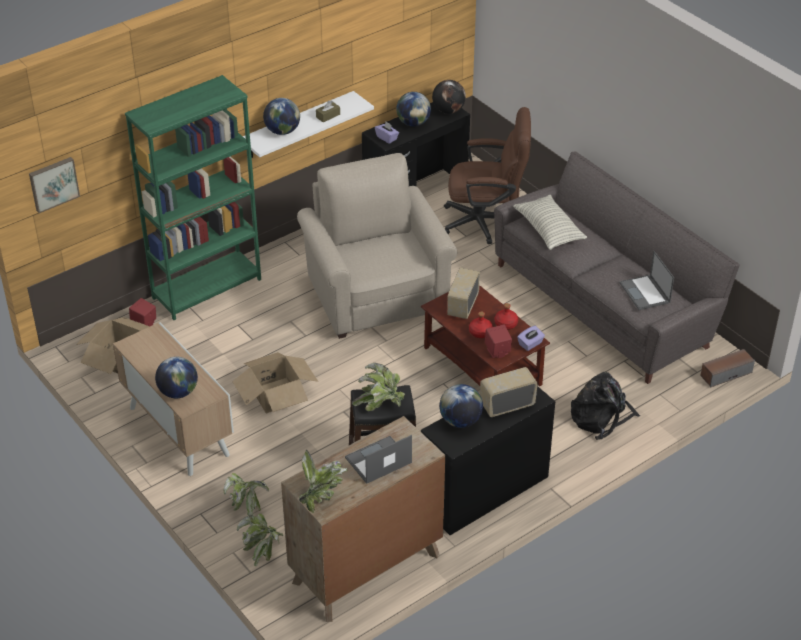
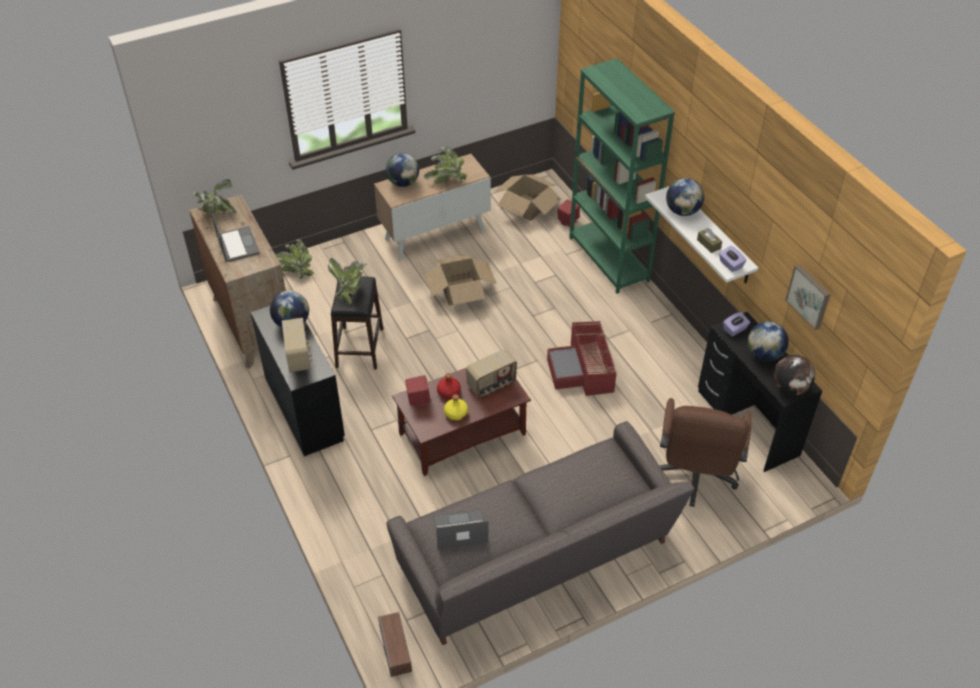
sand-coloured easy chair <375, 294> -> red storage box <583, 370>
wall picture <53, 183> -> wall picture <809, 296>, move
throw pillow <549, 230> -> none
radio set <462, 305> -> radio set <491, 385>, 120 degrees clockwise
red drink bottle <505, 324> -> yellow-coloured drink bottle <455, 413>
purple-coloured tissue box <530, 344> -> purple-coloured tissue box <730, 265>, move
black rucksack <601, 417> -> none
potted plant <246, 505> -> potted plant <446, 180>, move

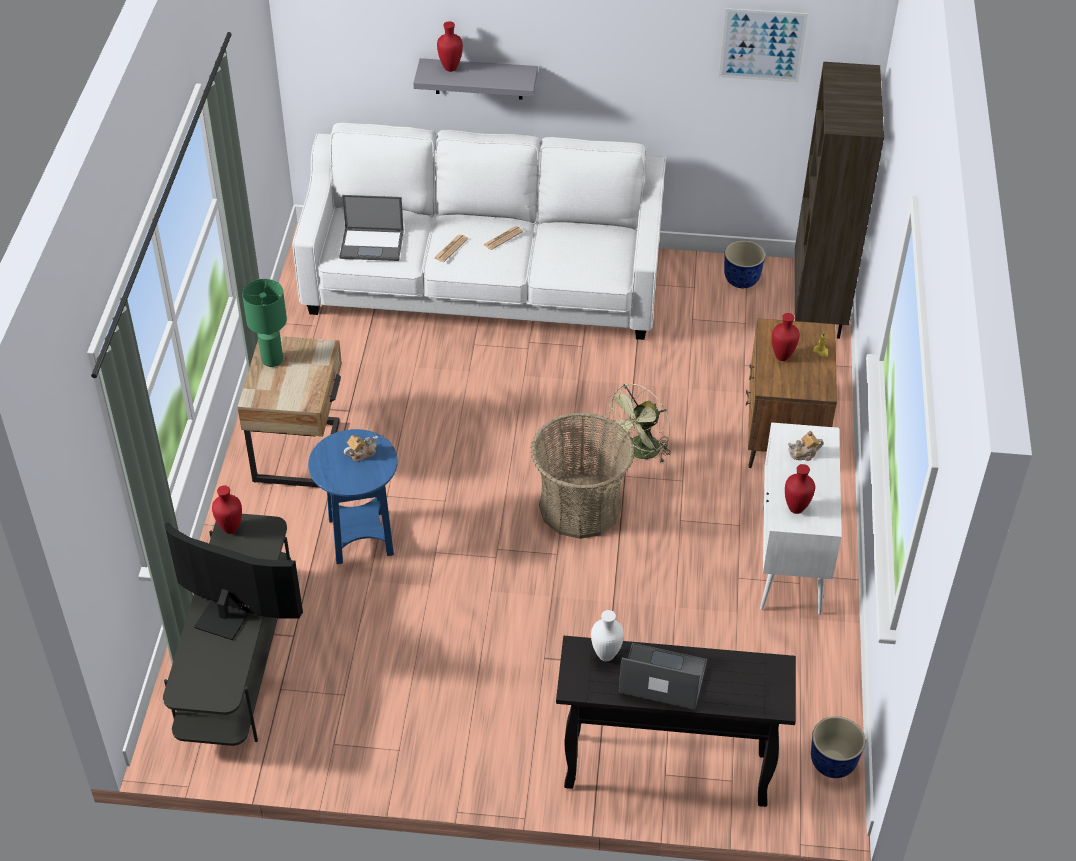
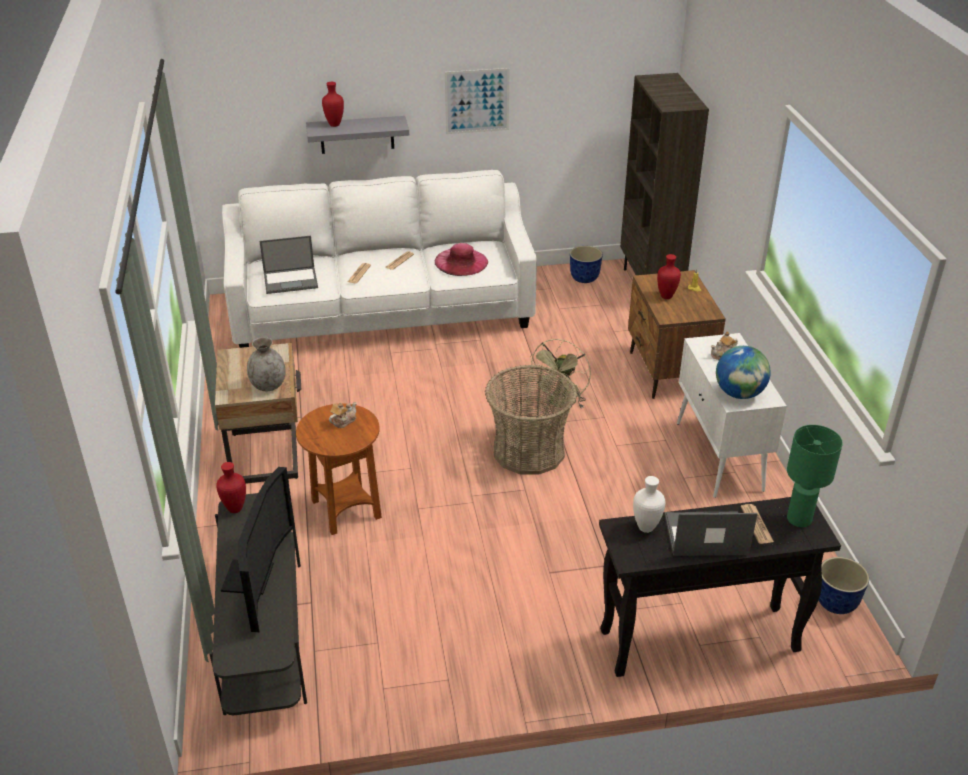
wall picture <762, 45> -> wall picture <477, 101>, move
green table lamp <272, 360> -> green table lamp <800, 519>, move
blue-coloured accent table <360, 537> -> brown accent table <346, 510>
red flower vase <796, 509> -> world globe <739, 393>
television <228, 612> -> television <255, 578>, 90 degrees clockwise
none -> pink-coloured wearable hat <461, 262>
none -> greyish flower vase <268, 386>
none -> newspaper <756, 524>

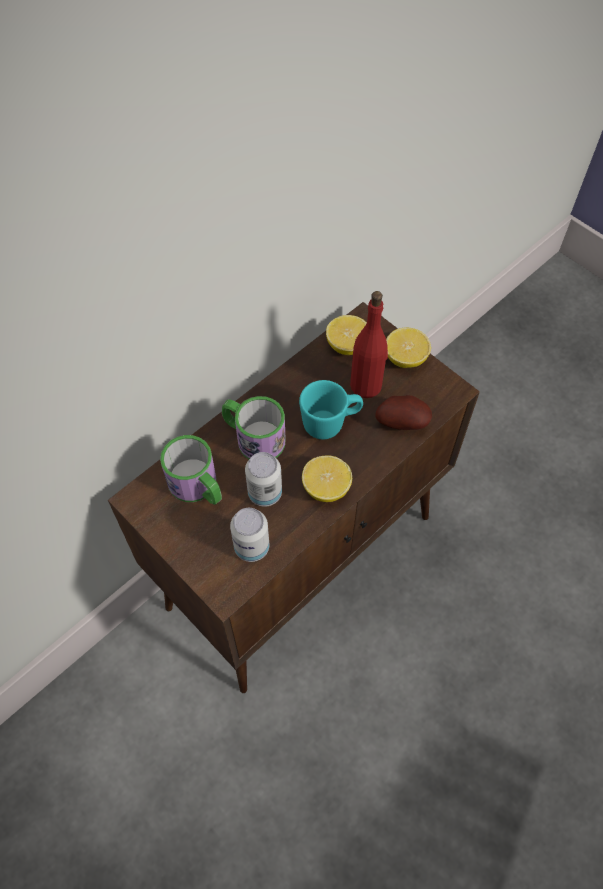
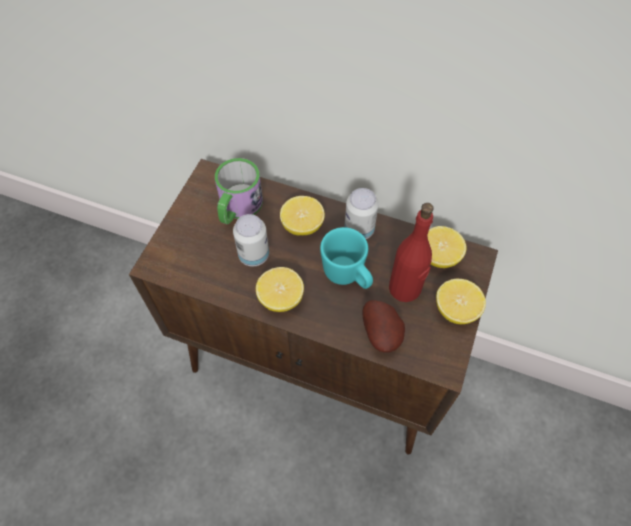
mug <253, 437> -> whole lemon <302, 225>
can <251, 547> -> can <359, 229>, move

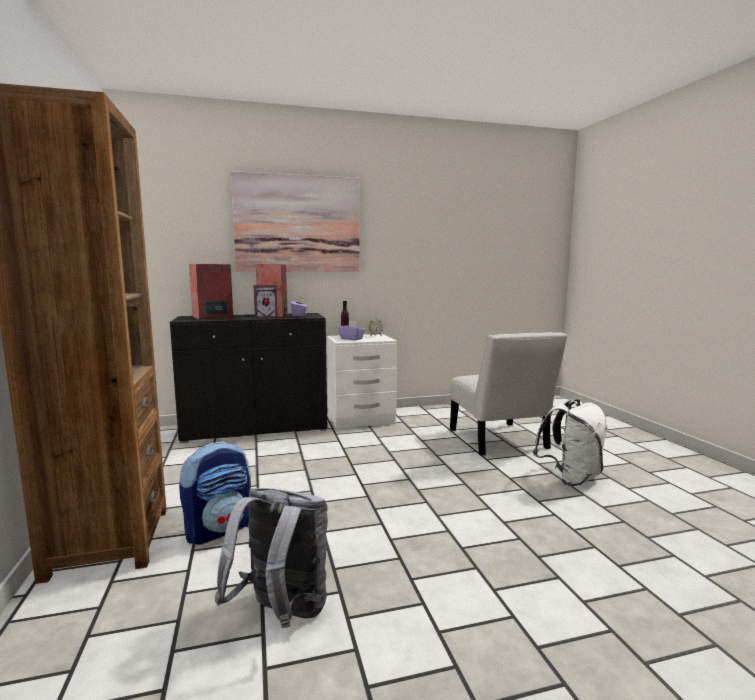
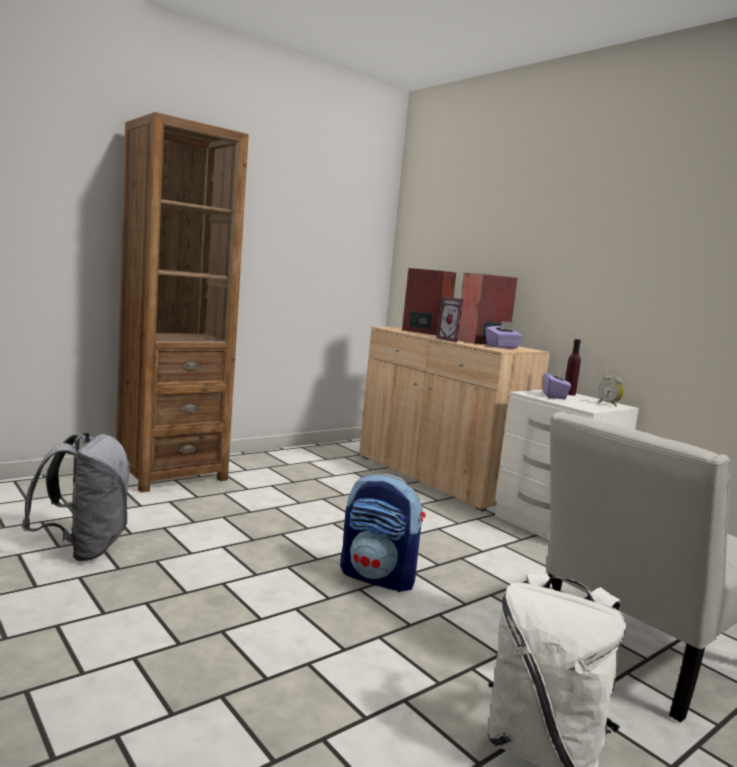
wall picture <298, 224> -> none
black cupboard <255, 428> -> sand-coloured cupboard <437, 477>
rucksack <219, 529> -> rucksack <379, 577>, move

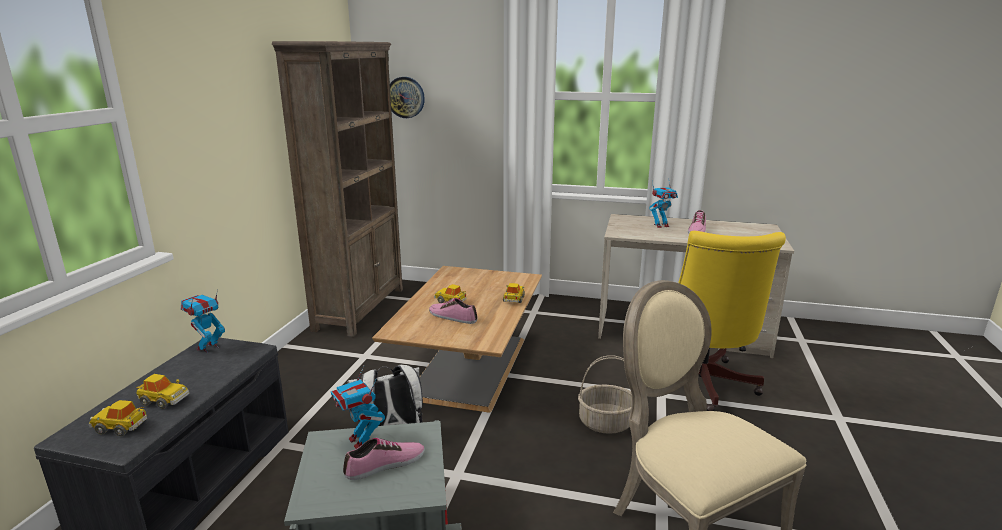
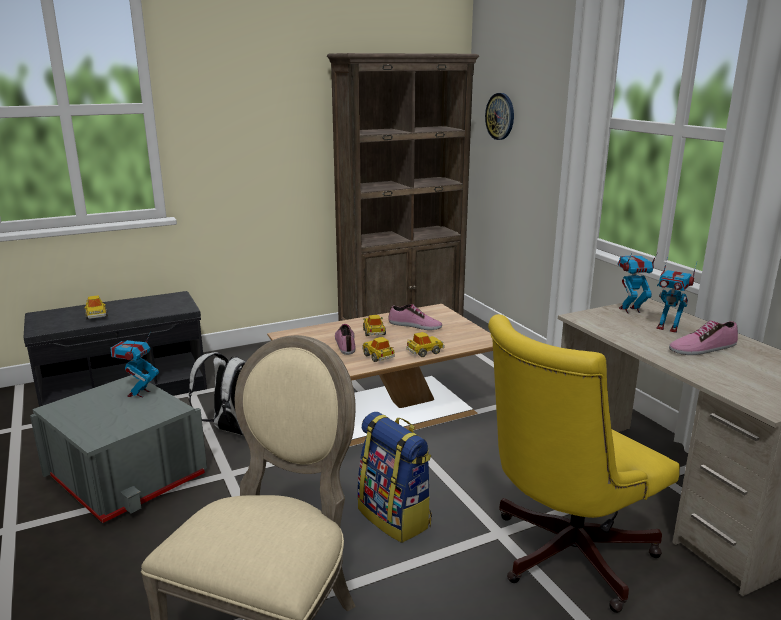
robot figure <208, 348> -> robot figure <630, 310>, move
basket <606, 422> -> rucksack <395, 517>
miniature car <120, 426> -> miniature car <378, 356>, move
low shoe <385, 465> -> low shoe <414, 325>, move

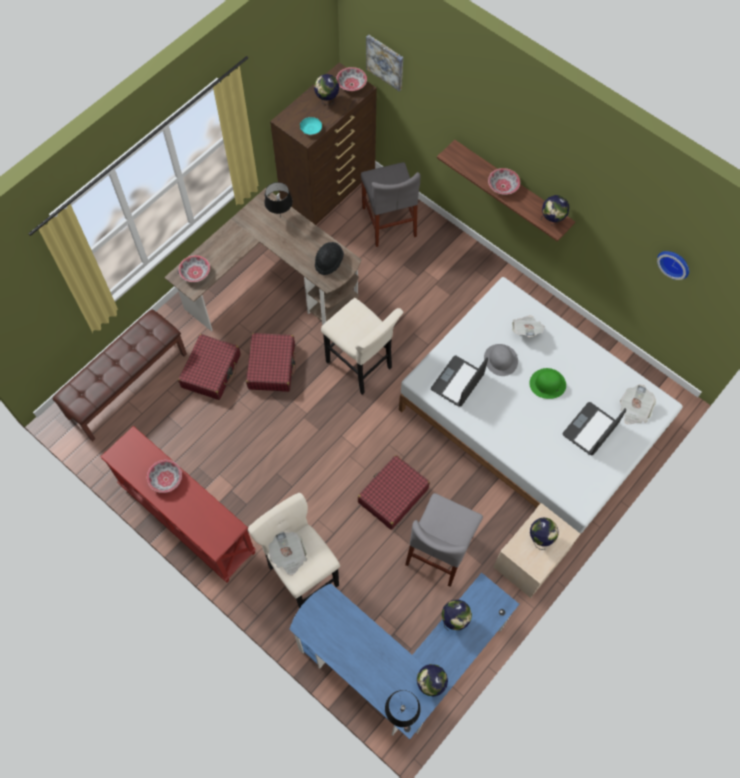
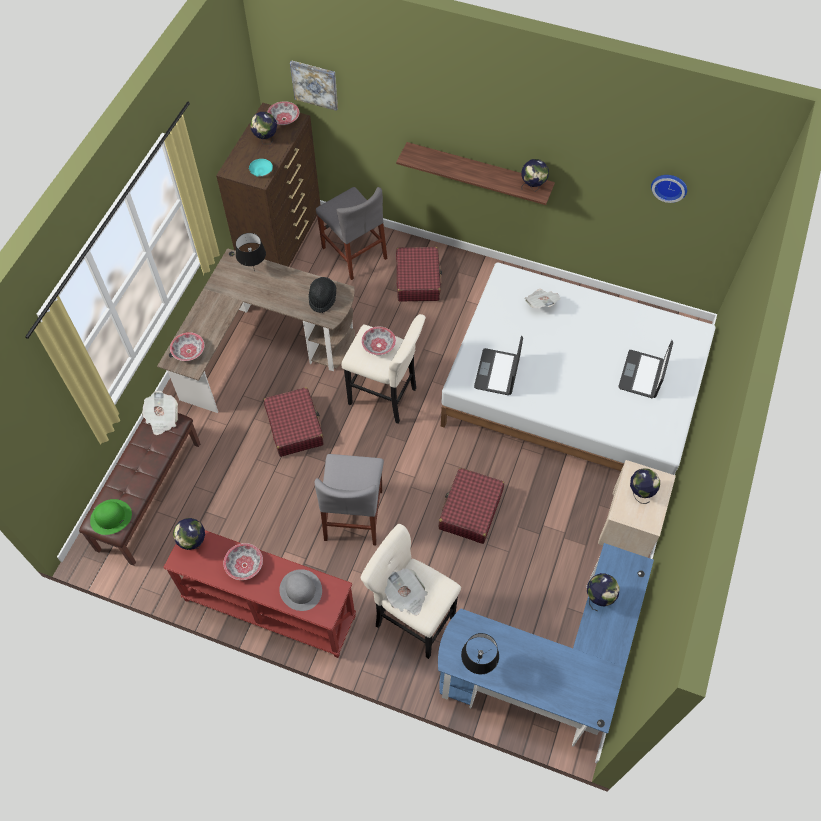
serving bowl <503, 186> -> serving bowl <378, 345>, move
red suitcase <211, 371> -> red suitcase <418, 280>, move
greyish wearable hat <501, 360> -> greyish wearable hat <301, 590>, move
green wearable hat <547, 384> -> green wearable hat <110, 517>, move
newspaper <634, 409> -> newspaper <162, 418>, move
greyish upright chair <439, 550> -> greyish upright chair <353, 515>, move
world globe <430, 684> -> world globe <193, 543>, move
black table lamp <401, 713> -> black table lamp <478, 665>, move

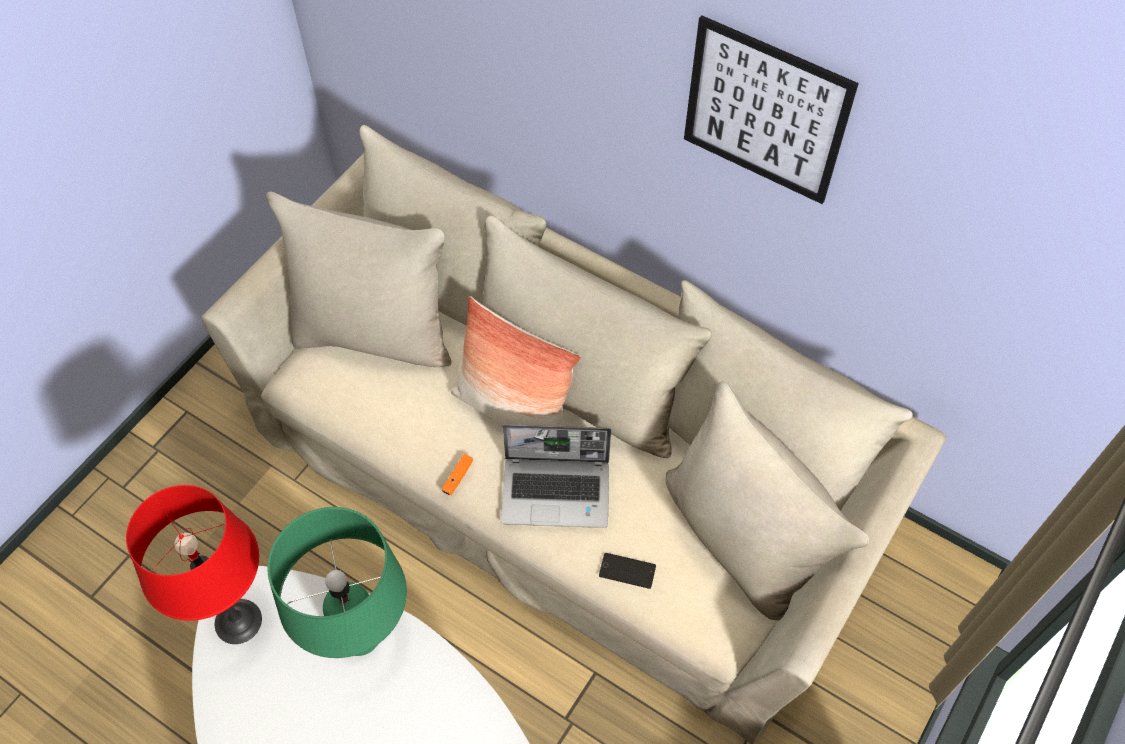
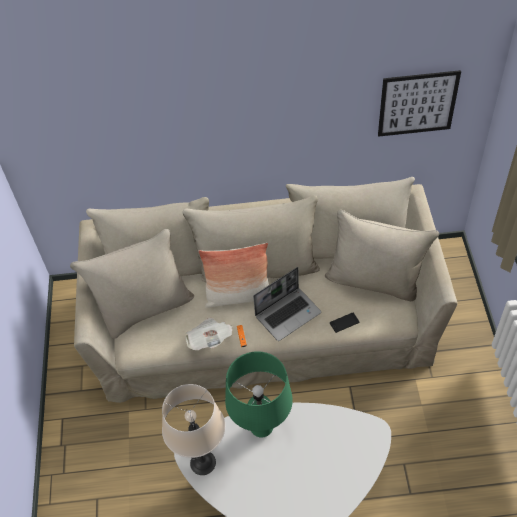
wall picture <765, 112> -> wall picture <417, 103>, move
red table lamp <238, 621> -> sand-coloured table lamp <203, 462>
none -> newspaper <209, 340>

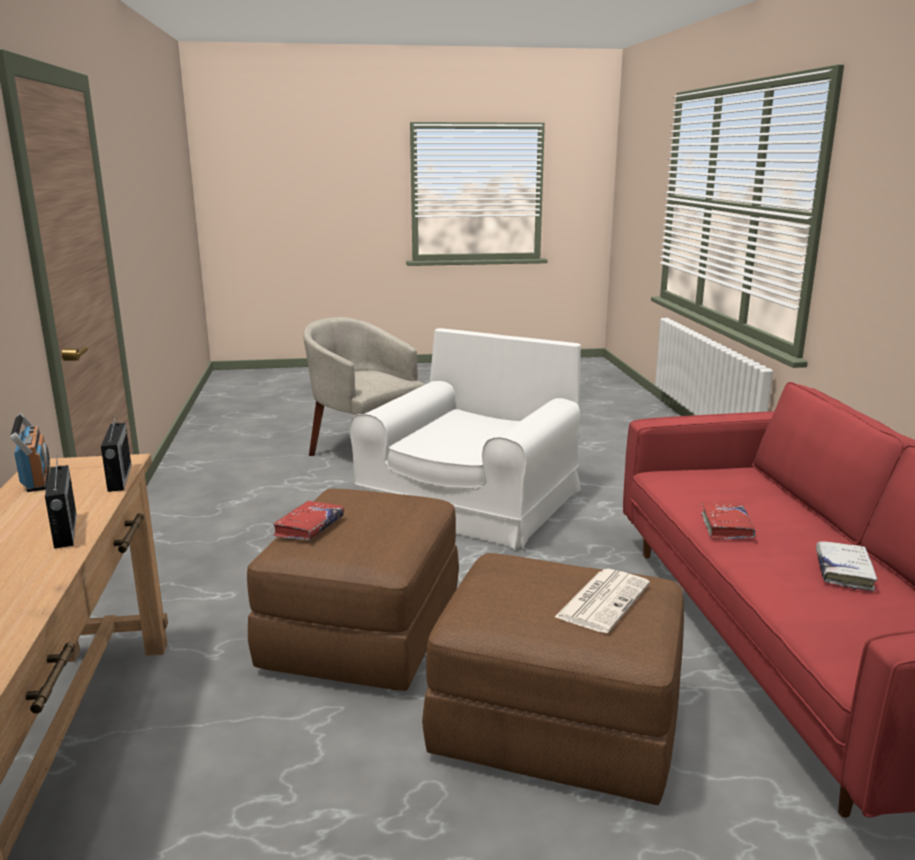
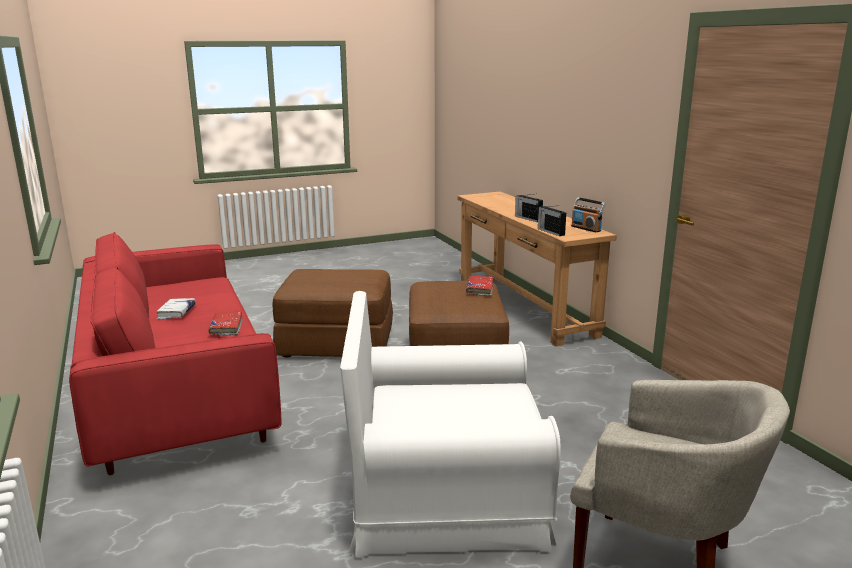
whitish easy chair <471, 501> -> whitish easy chair <445, 486>, 75 degrees clockwise
newspaper <603, 600> -> none

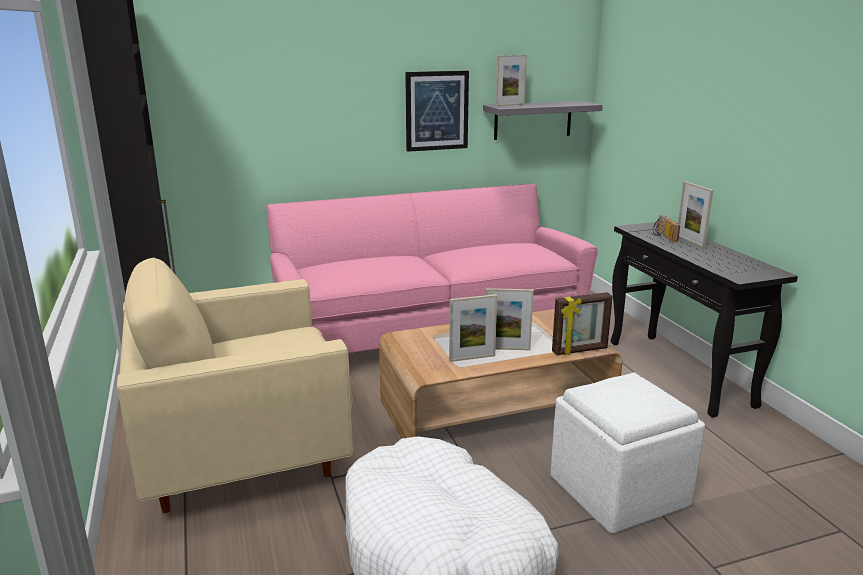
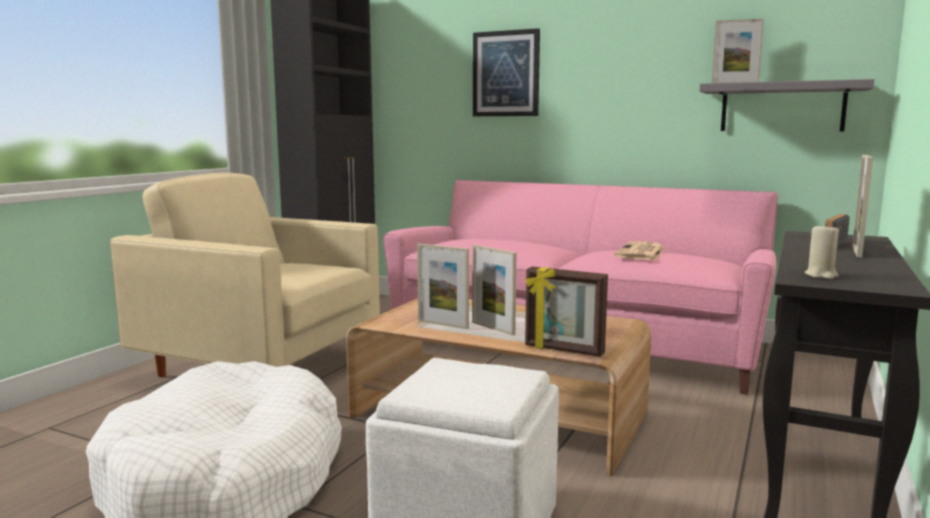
wall picture <436, 110> -> wall picture <506, 74>, move
none -> sand-coloured candle <821, 275>
none -> newspaper <641, 252>

